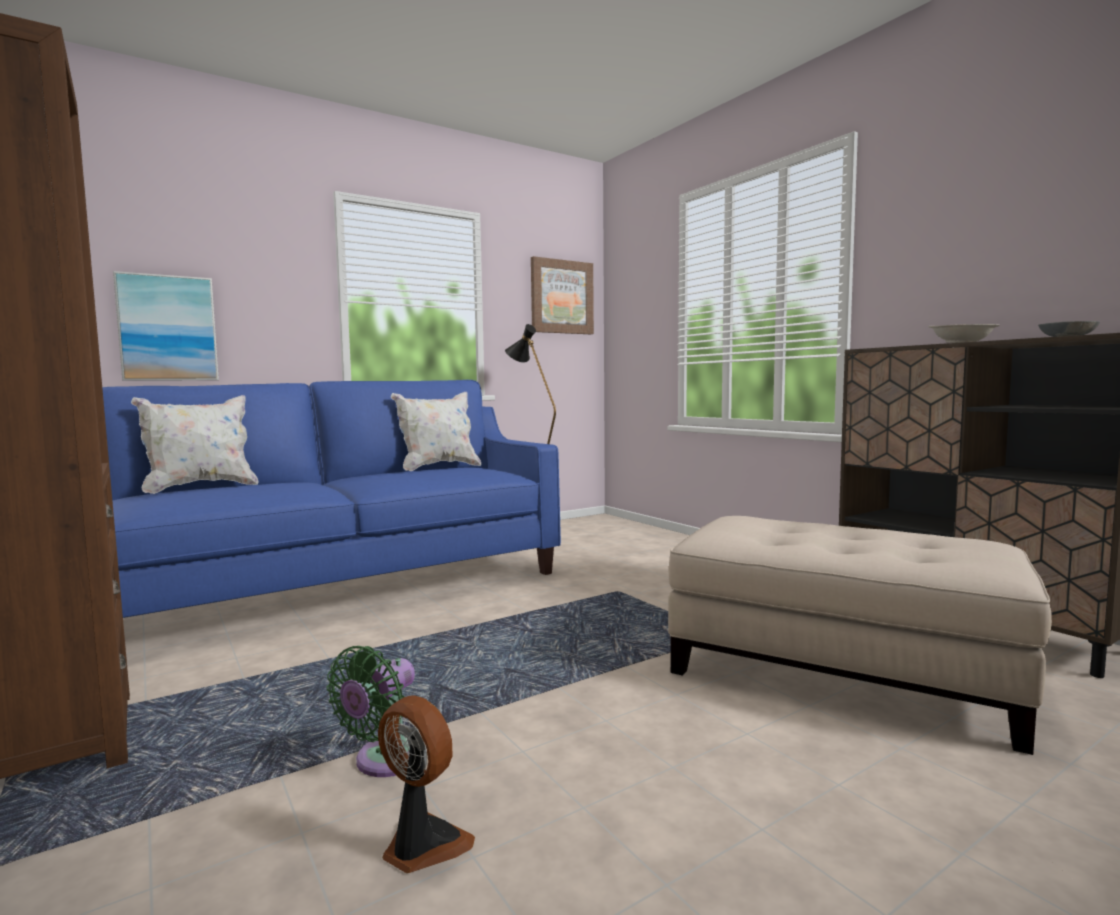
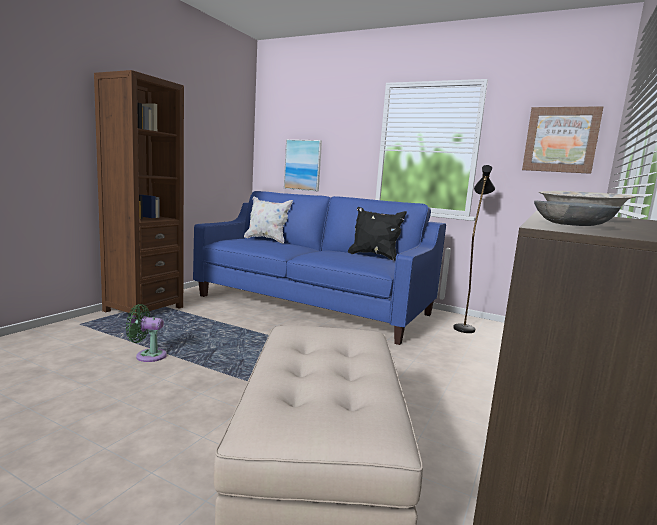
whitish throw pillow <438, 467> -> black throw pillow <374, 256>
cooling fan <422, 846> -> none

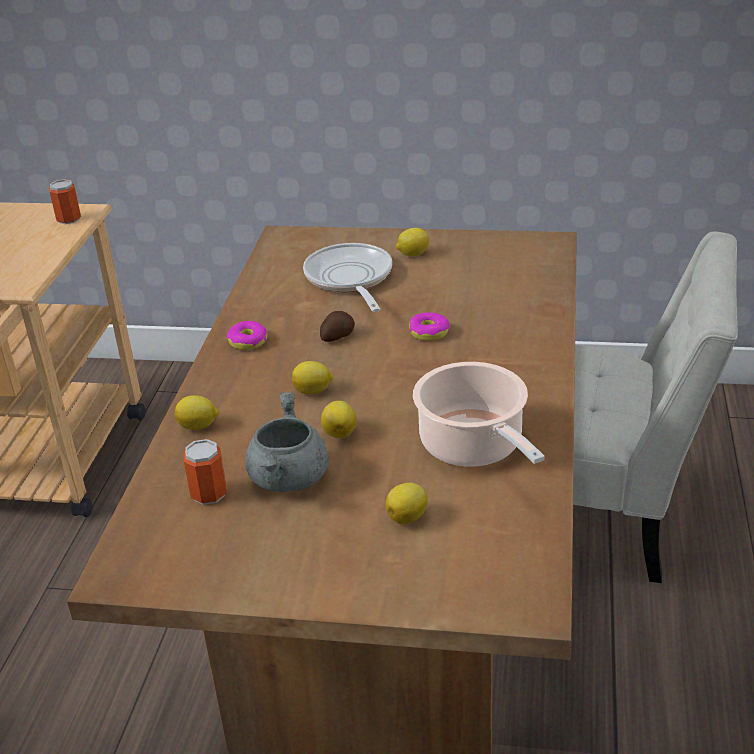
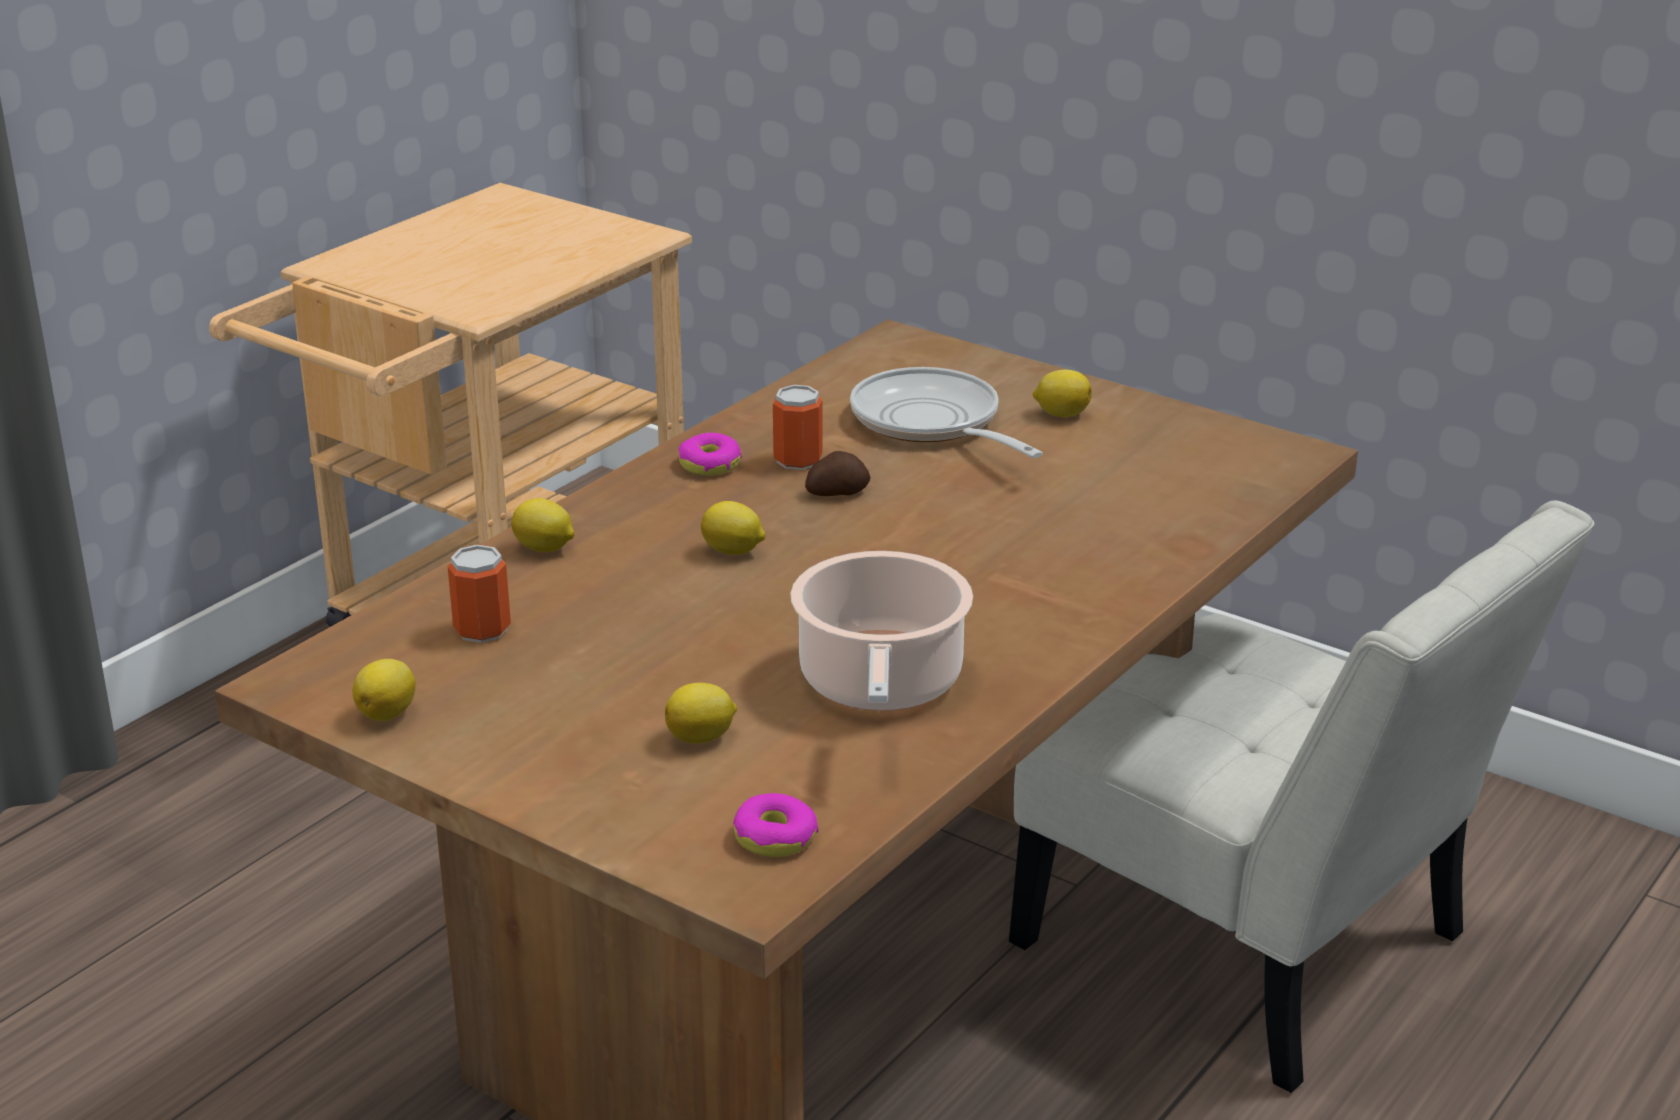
can <69, 219> -> can <798, 460>, move
pan <350, 280> -> pan <932, 424>, 45 degrees counterclockwise
doughnut <429, 332> -> doughnut <775, 837>, move
greyish saucepot <289, 479> -> none
whole lemon <340, 432> -> whole lemon <388, 713>, move

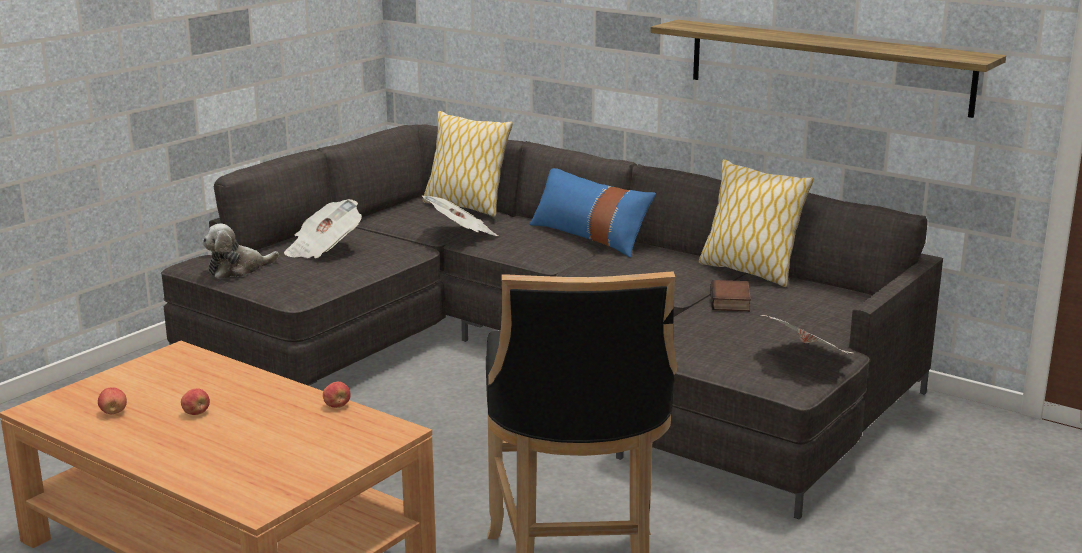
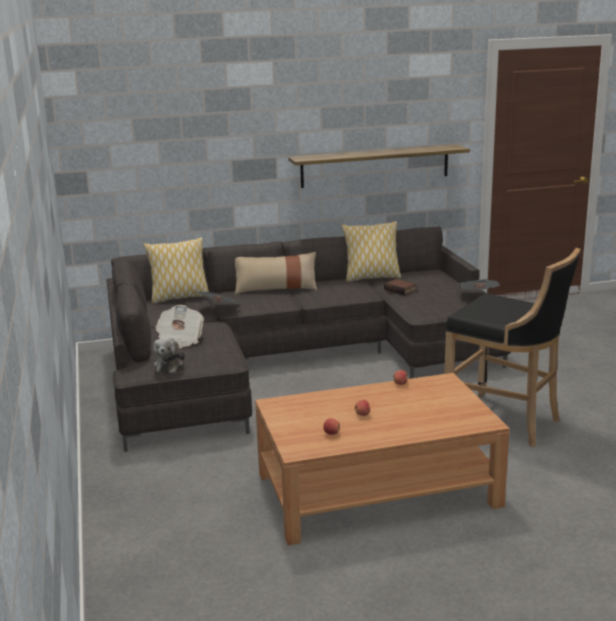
blue-coloured throw pillow <589, 237> -> sand-coloured throw pillow <276, 289>

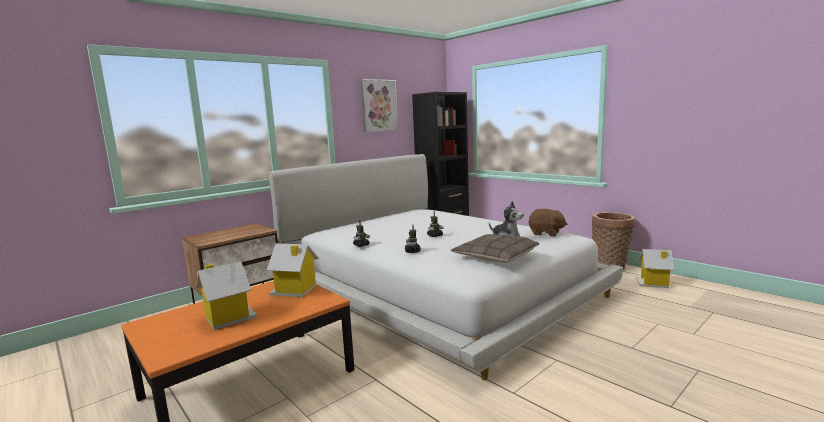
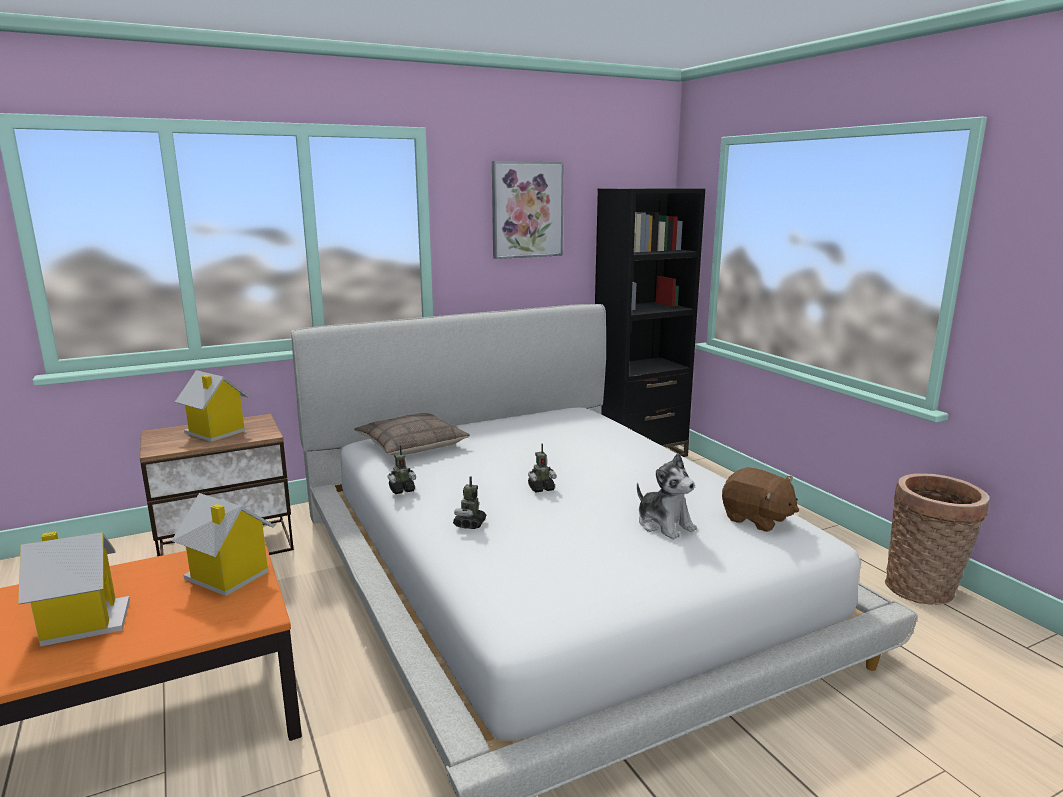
throw pillow <495, 256> -> throw pillow <411, 445>, move
model house <653, 283> -> model house <215, 433>, move

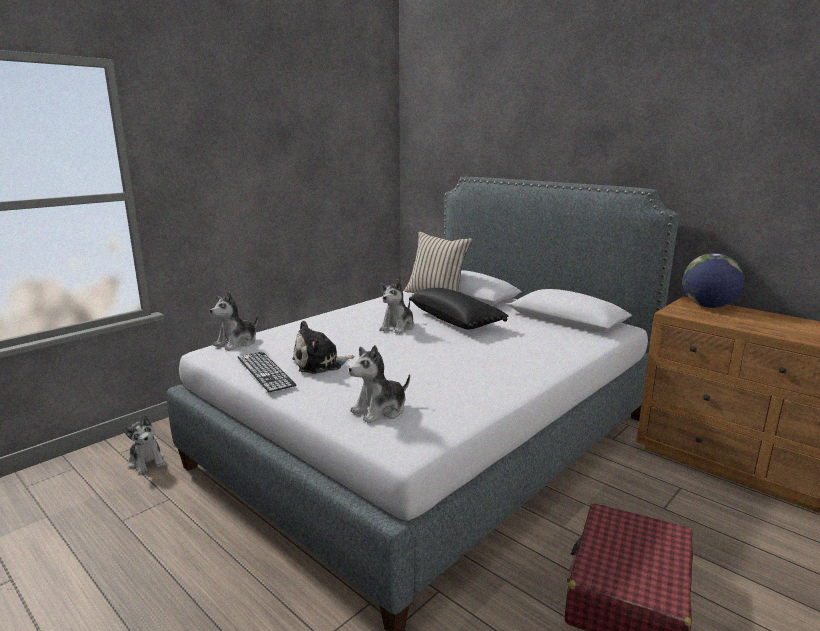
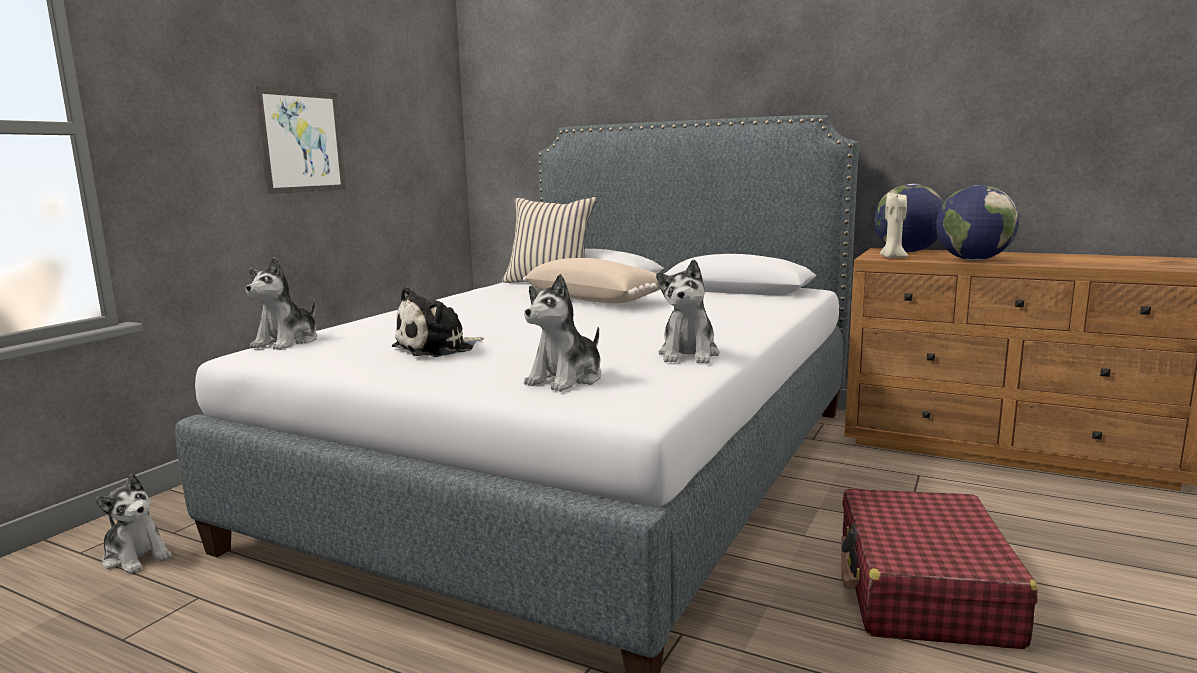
plush toy <398, 327> -> plush toy <689, 354>, move
black throw pillow <456, 320> -> sand-coloured throw pillow <596, 300>
computer keyboard <265, 371> -> none
none -> wall picture <302, 141>
none -> world globe <973, 260>
none -> sand-coloured candle <892, 258>

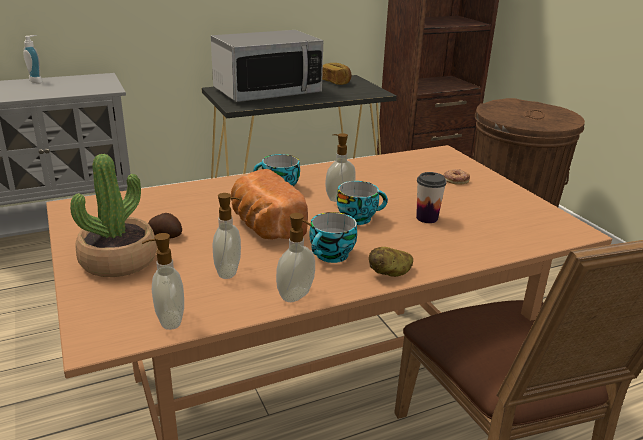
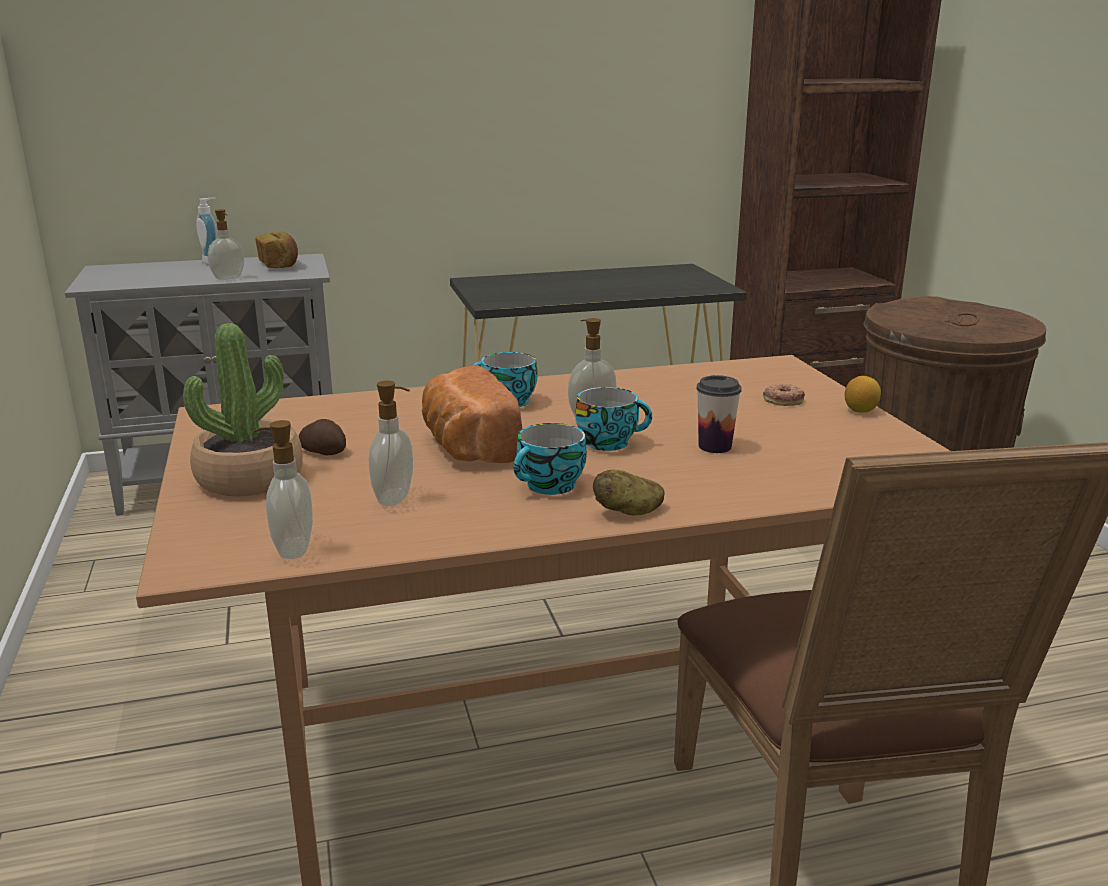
microwave <267, 92> -> none
bread <336, 82> -> bread <279, 265>, move
liquid soap bottle <297, 296> -> liquid soap bottle <229, 278>, move
none -> whole lemon <860, 411>

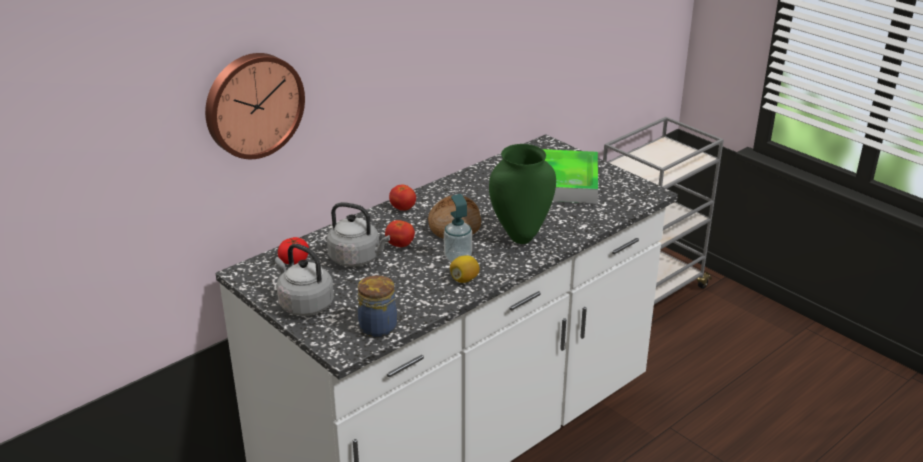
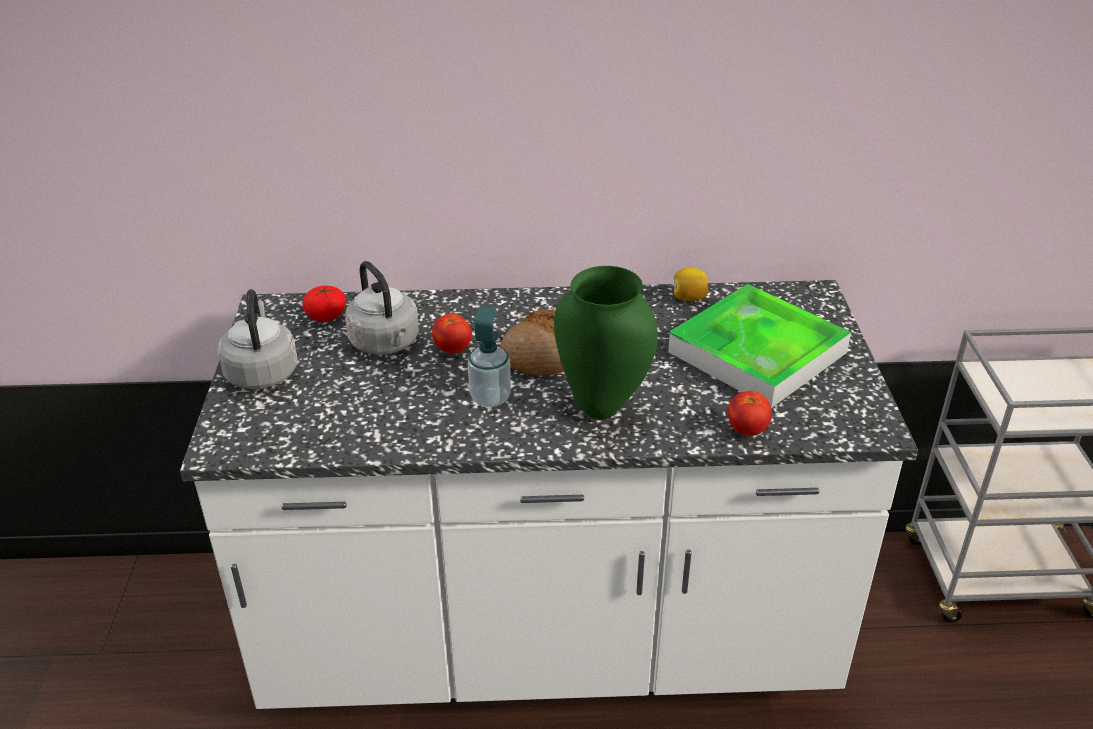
wall clock <252, 104> -> none
fresh tomato <403, 208> -> fresh tomato <747, 430>, move
whole lemon <464, 279> -> whole lemon <689, 298>, move
storage jar <378, 326> -> none

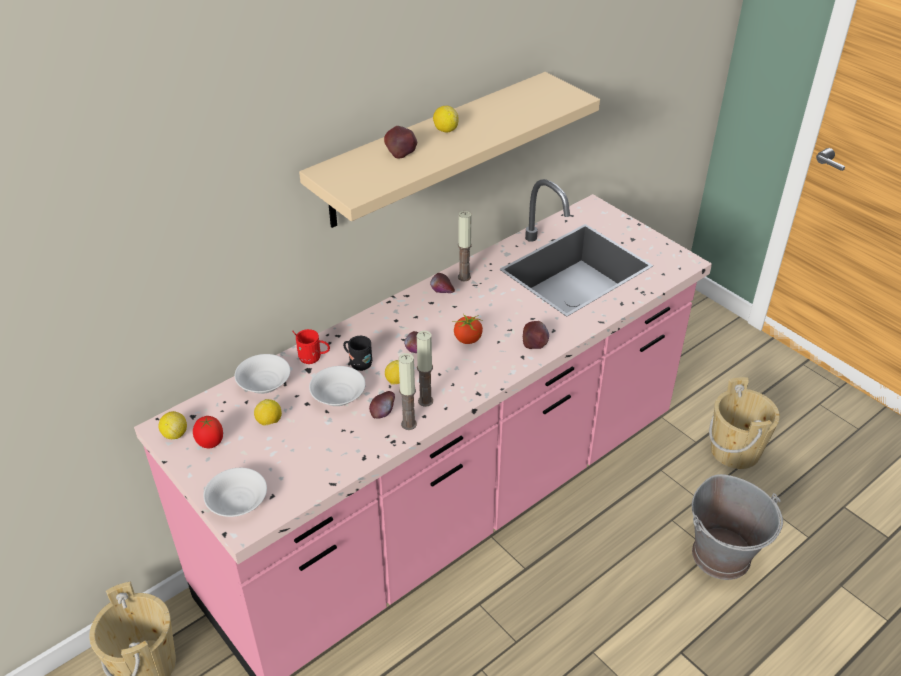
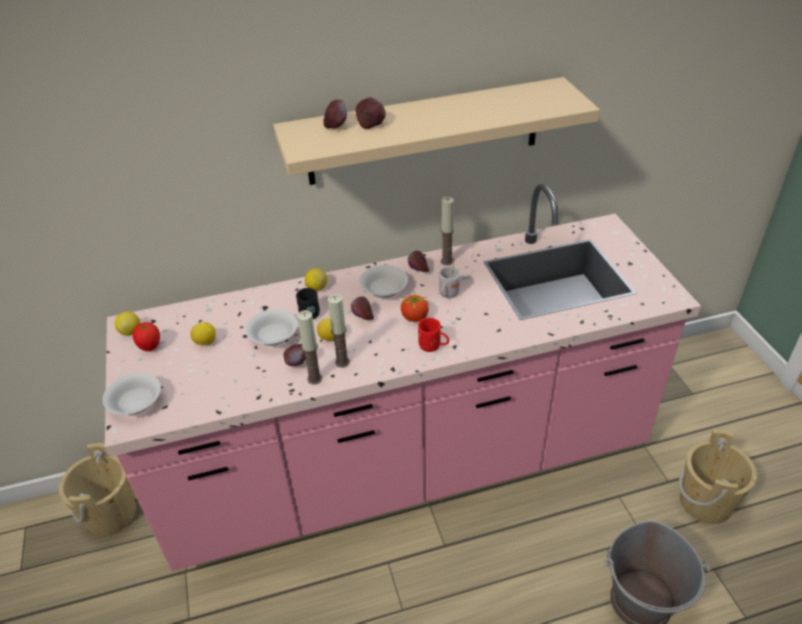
whole lemon <445, 130> -> whole lemon <316, 287>, move
apple <535, 344> -> apple <336, 126>, move
red mug <313, 358> -> red mug <432, 347>, move
whitish serving bowl <263, 383> -> whitish serving bowl <384, 290>, move
none -> whitish mug <448, 295>

